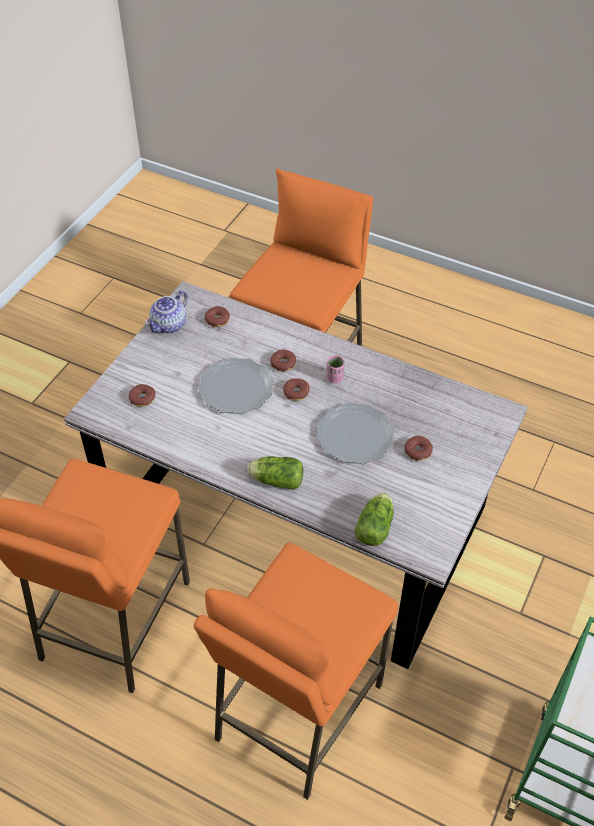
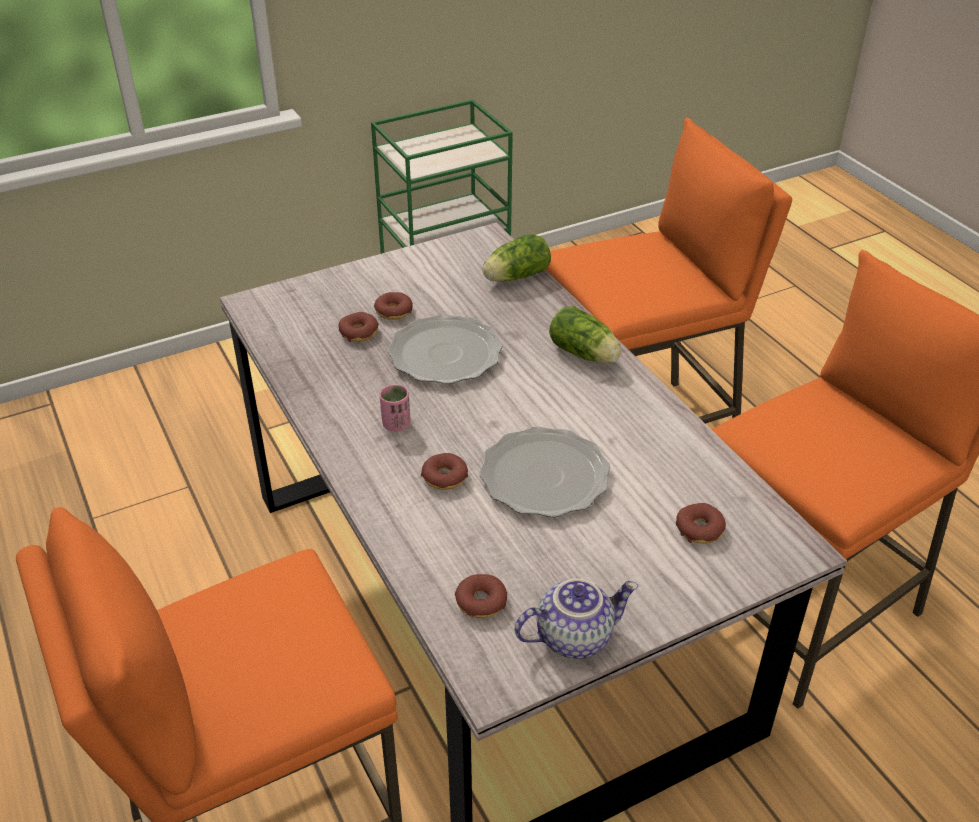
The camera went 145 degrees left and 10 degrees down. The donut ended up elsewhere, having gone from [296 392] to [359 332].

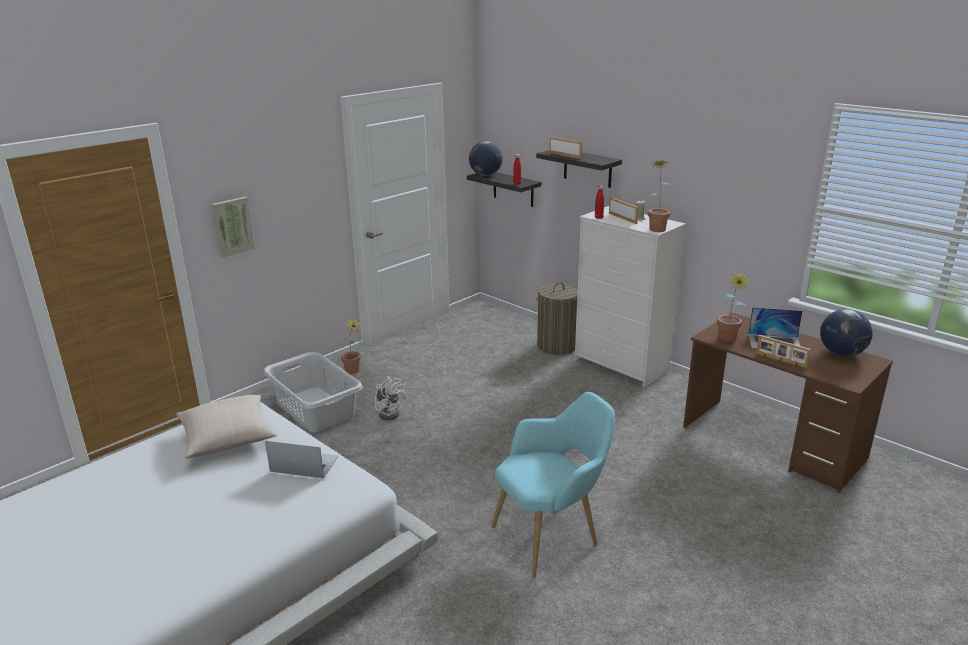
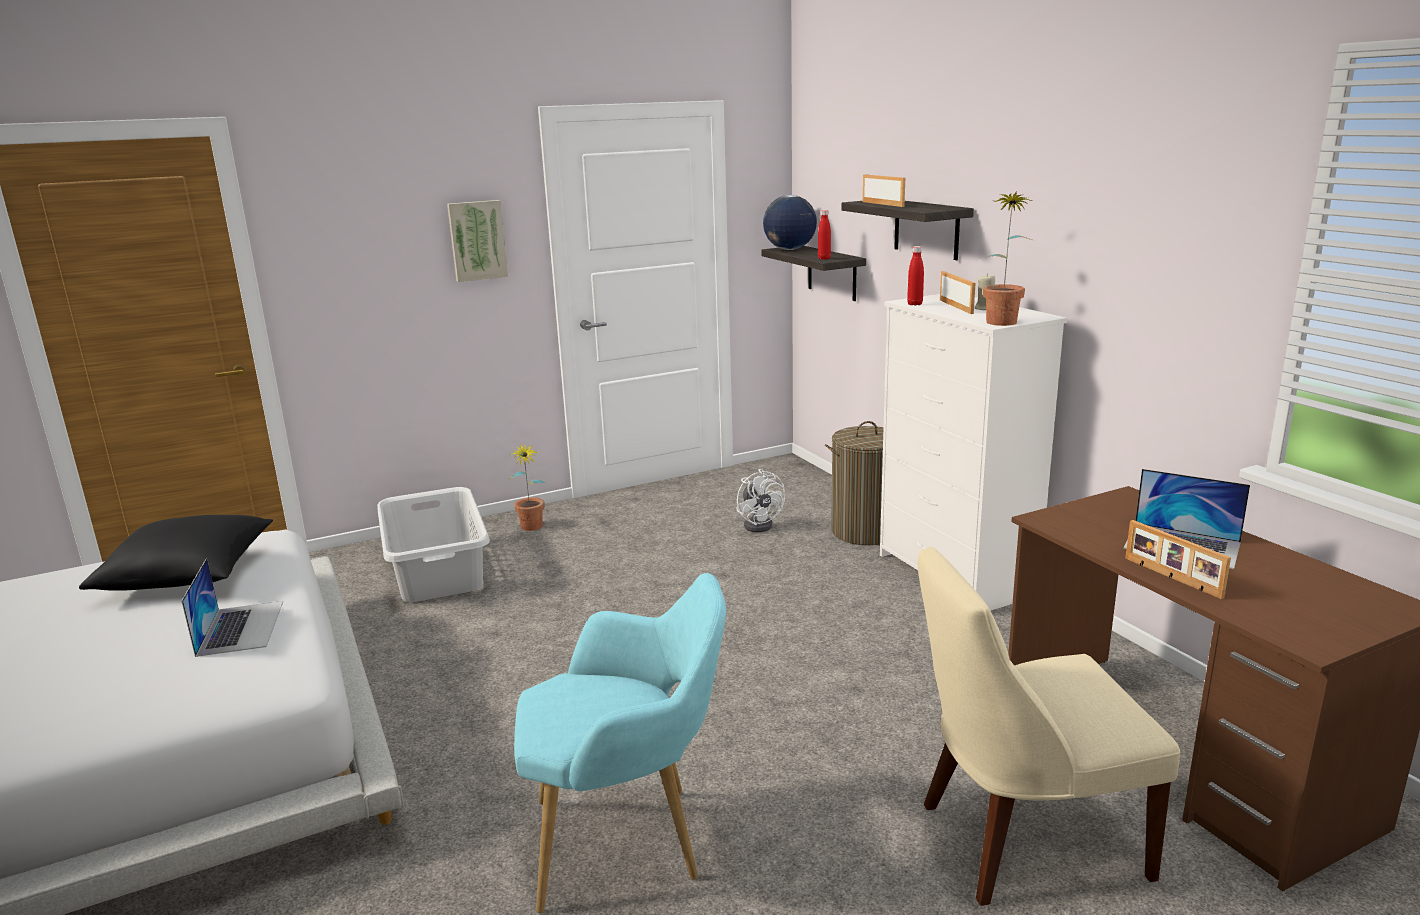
The camera went 20 degrees right and 5 degrees down. The second view lost the roślina doniczkowa at [727 340]. The second view lost the globus at [842 353]. The second view gained the krzesło [beżowy] at [1022 840]. The obraz ended up elsewhere, having gone from [232 226] to [477 240]. The wentylator [biały] ended up elsewhere, having gone from [390 413] to [760 524]. What was the poduszka [beżowy] at [227 438] turned into the poduszka [czarny] at [188 575]. The laptop at [304 463] ended up facing another way, 45 degrees clockwise from before.

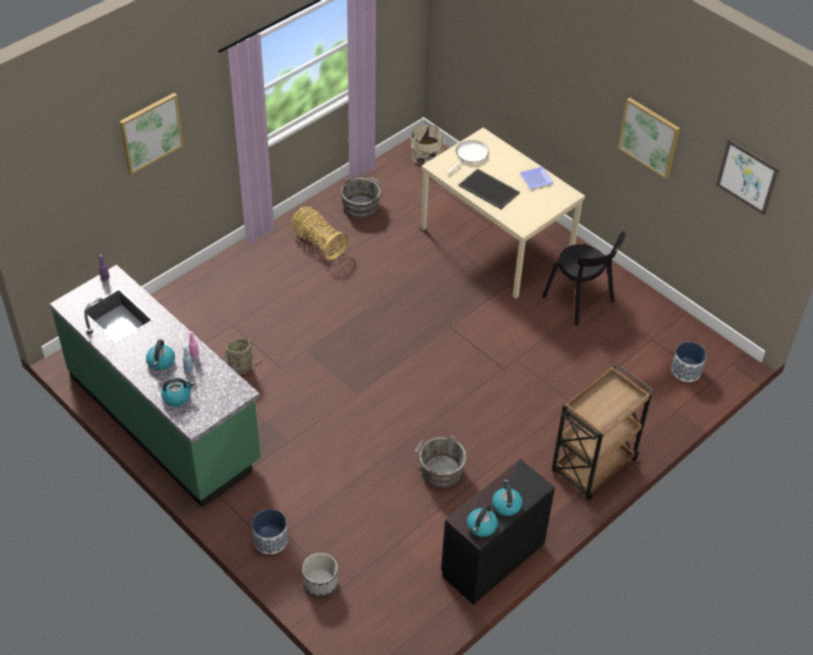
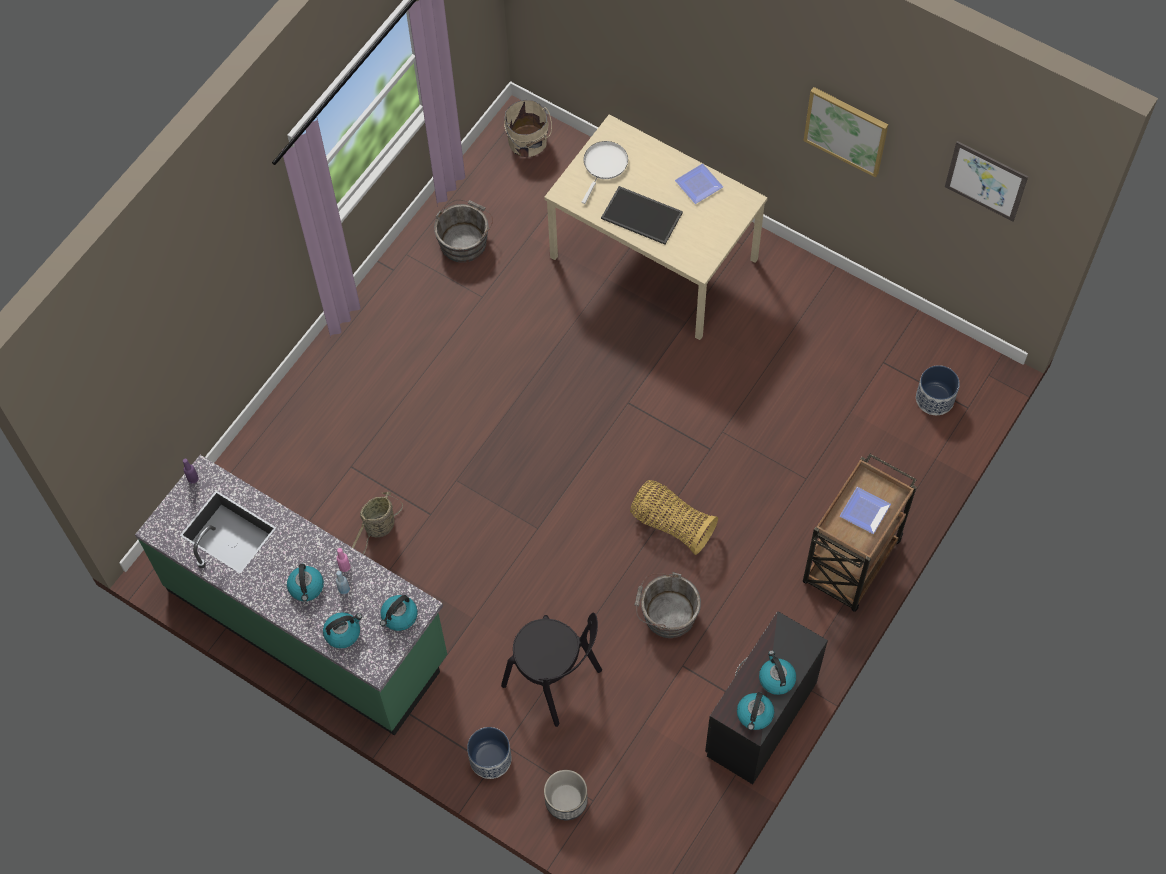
The camera went 10 degrees left and 15 degrees up. The second view lost the obraz at [151 132]. The second view gained the czajnik at [399 616]. The second view gained the talerz at [863 512]. The koszyk ended up elsewhere, having gone from [318 242] to [671 524]. The krzesło [czarny] ended up elsewhere, having gone from [580 301] to [555 681].

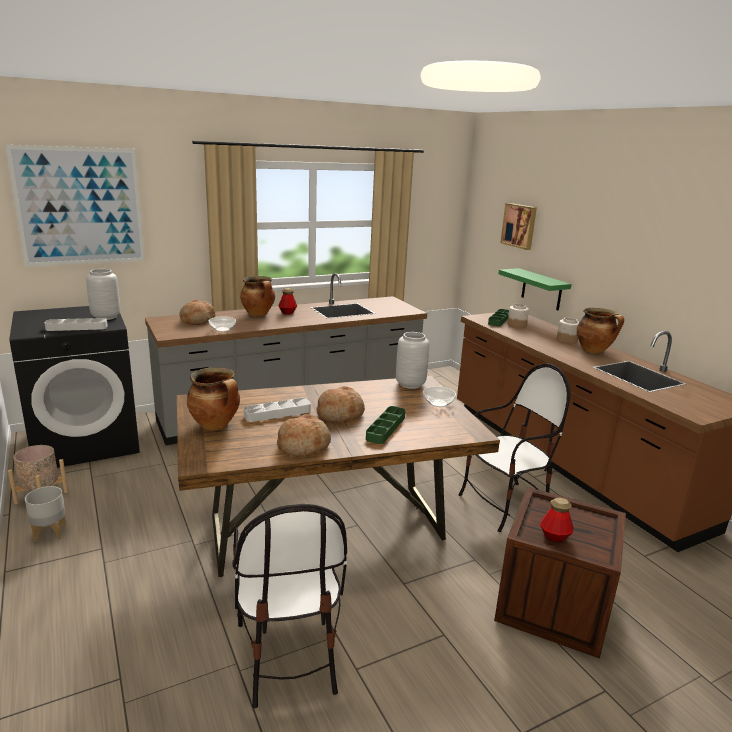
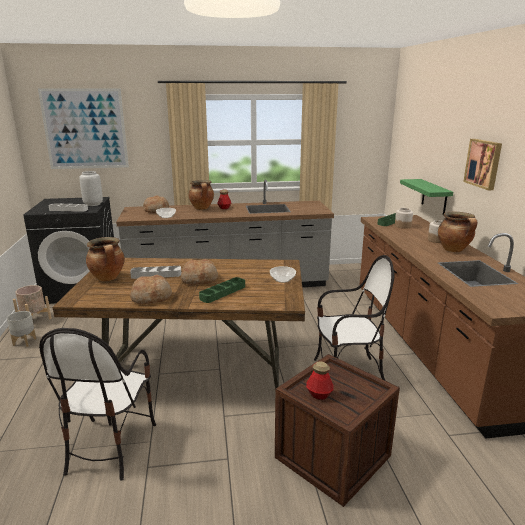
The camera went 20 degrees right and 0 degrees up. The second view lost the wazon [szary] at [411 384]. The obraz ended up elsewhere, having gone from [519 226] to [484 163].

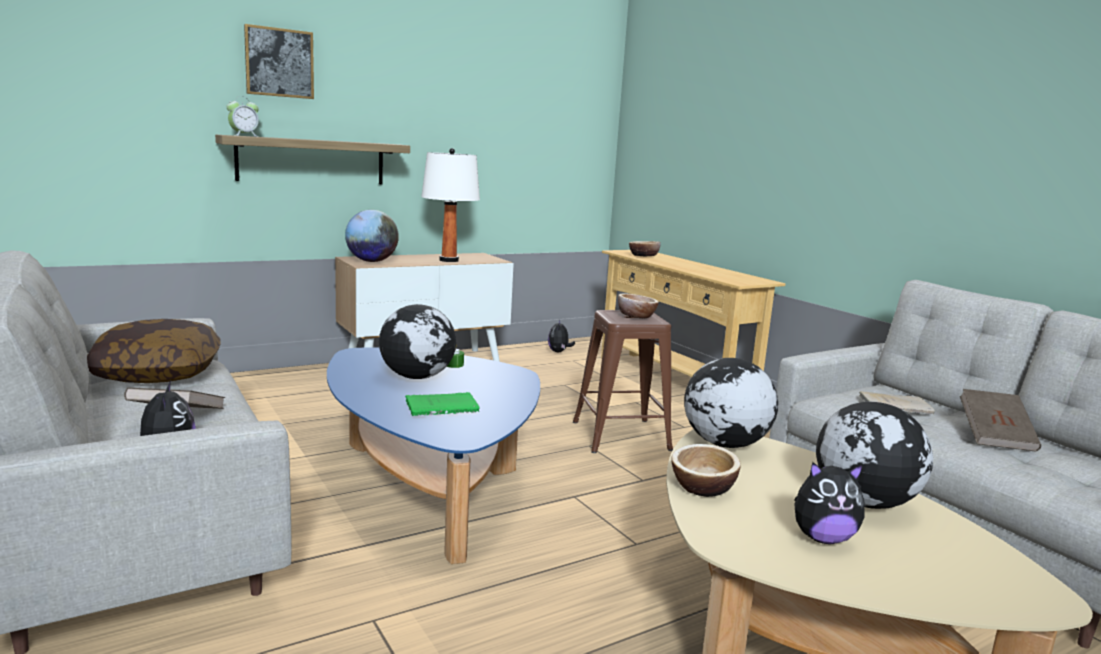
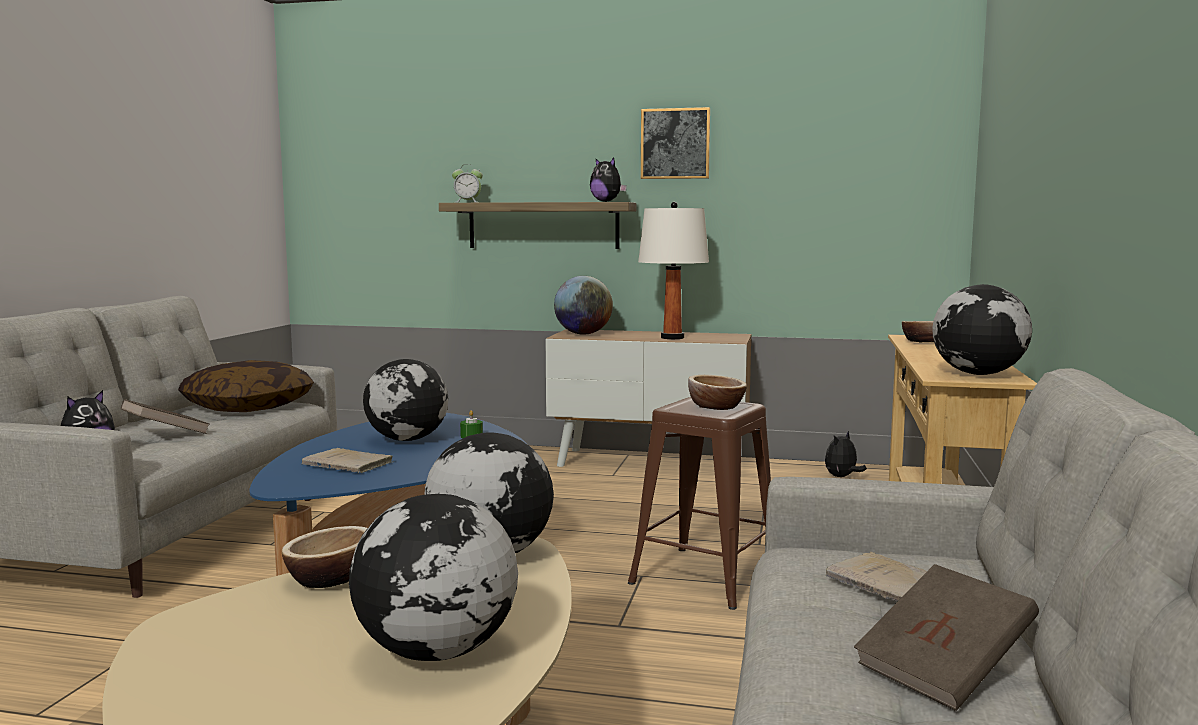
The camera went 45 degrees right and 5 degrees down. The second view gained the globus at [978 374]. The obraz ended up elsewhere, having gone from [279 62] to [675 143]. The pluszak ended up elsewhere, having gone from [822 538] to [607 201]. What was the książka [zielony] at [444 407] turned into the książka [beżowy] at [349 464].

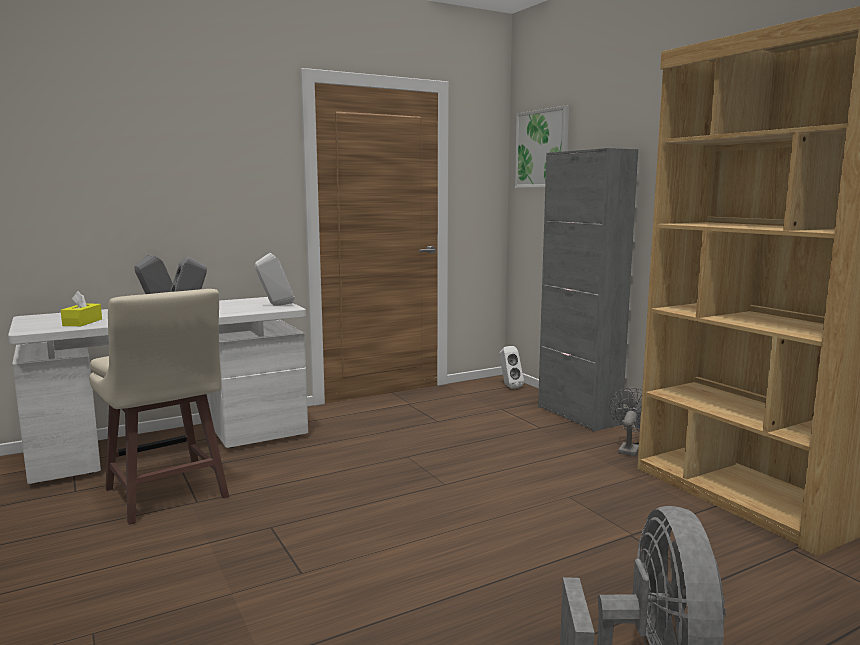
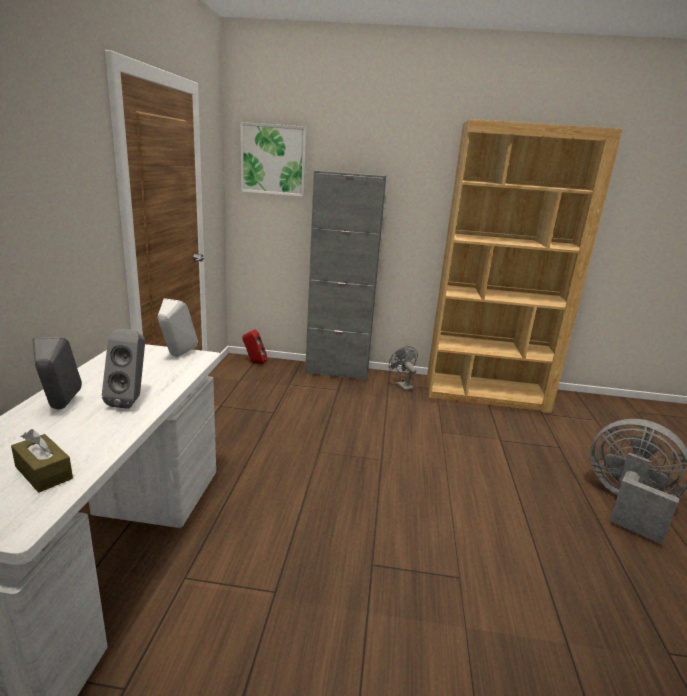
The camera went 55 degrees left and 10 degrees up. The second view lost the stołek [beżowy] at [166 495]. What was the pudełko chusteczek [żółty] at [82 322] turned into the pudełko chusteczek [brązowy] at [43 472]. What was the głośnik [biały] at [509 386] turned into the głośnik [czerwony] at [254 362].

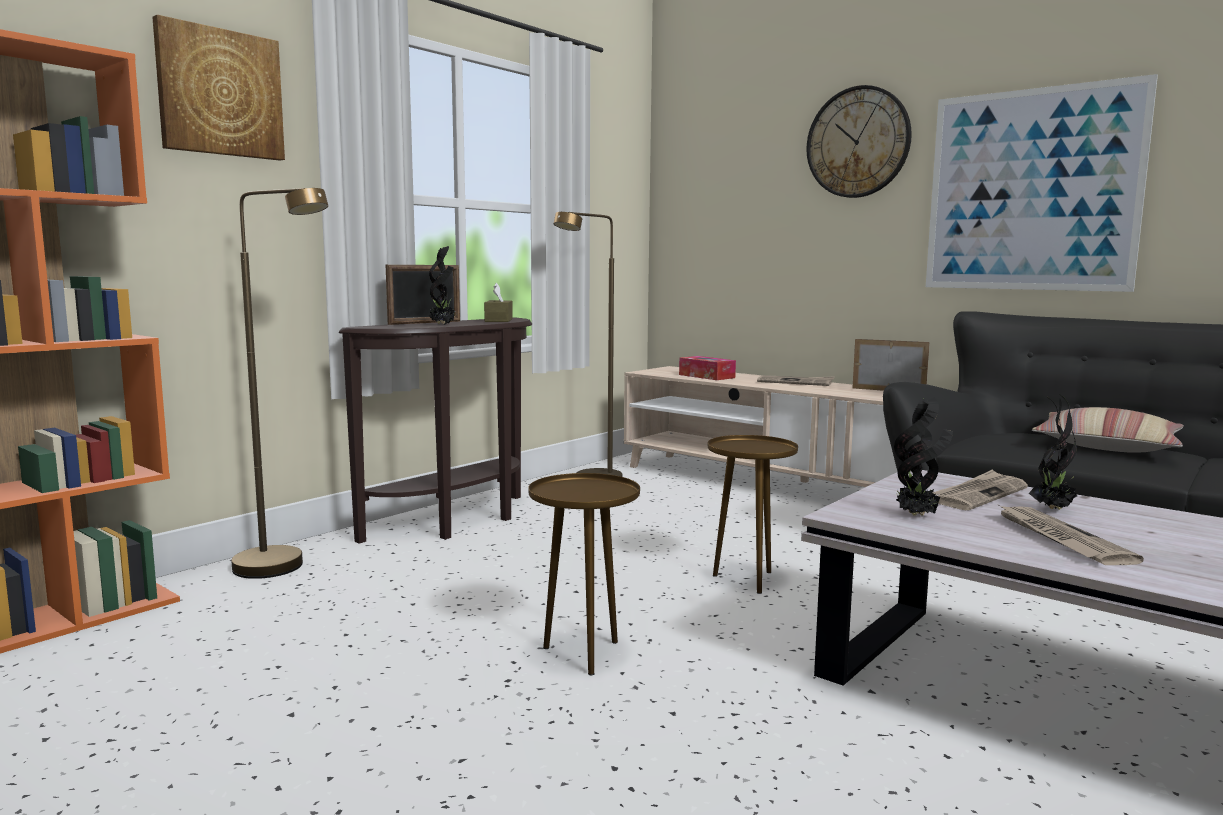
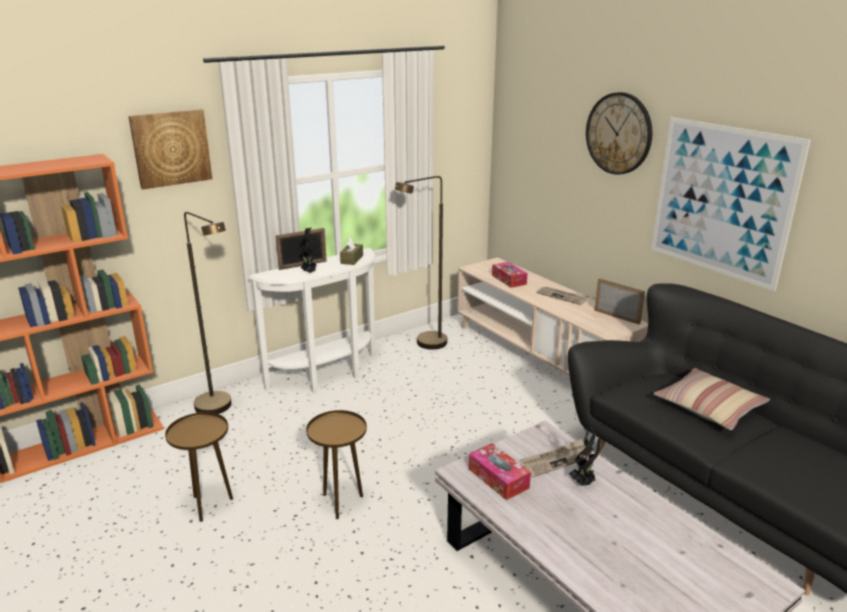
The camera went 15 degrees right and 15 degrees up. The second view lost the gazeta at [1059 538]. The stolik [brązowy] ended up elsewhere, having gone from [747 580] to [209 505]. Where the roślina doniczkowa stood at [917 515], the pudełko chusteczek came to stand at [498 478]. What was the stolik konsolowy [brązowy] at [460 522] turned into the stolik konsolowy [biały] at [328 376].

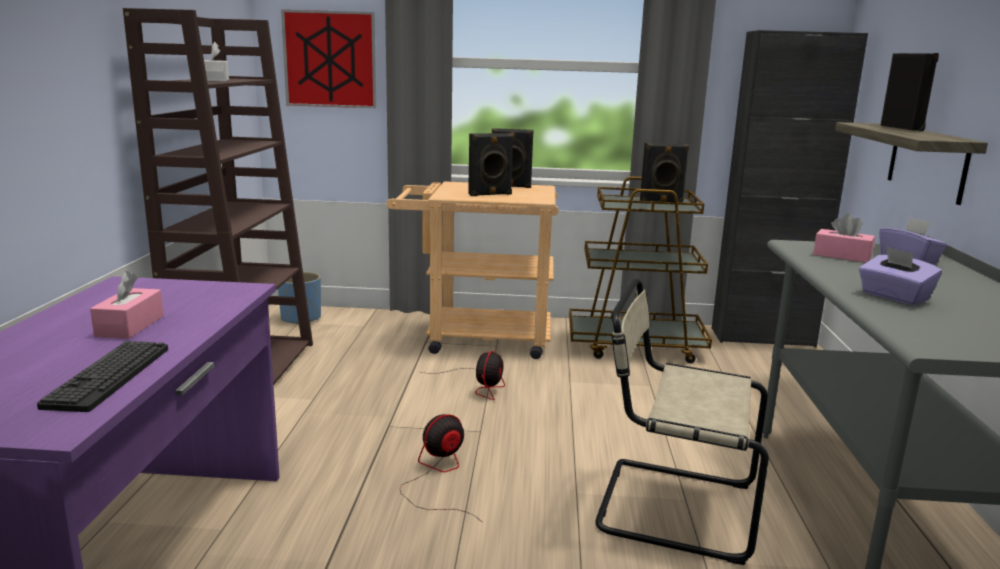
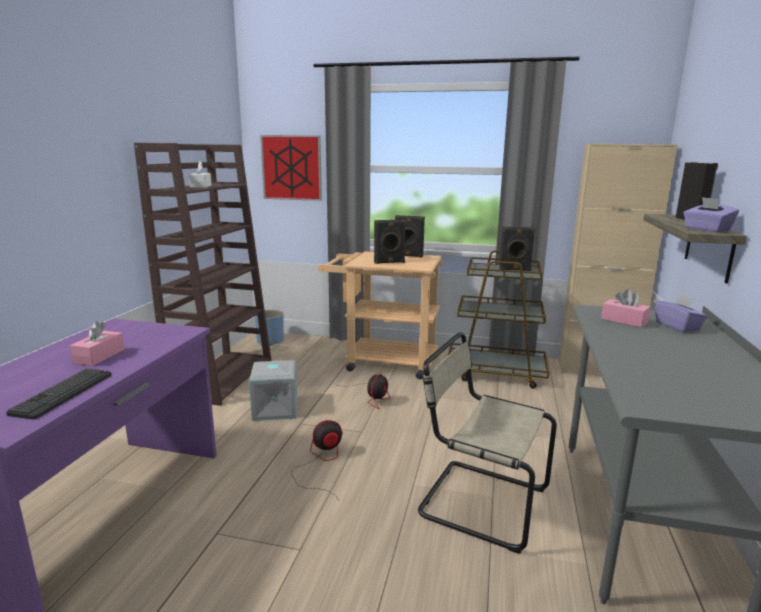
The camera went 10 degrees right and 0 degrees up. The second view gained the pojemnik do przechowywania [szary] at [274 409]. The pudełko chusteczek [fioletowy] ended up elsewhere, having gone from [893 297] to [706 229]. What was the szafka [czarny] at [762 337] turned into the szafka [beżowy] at [596 370].

